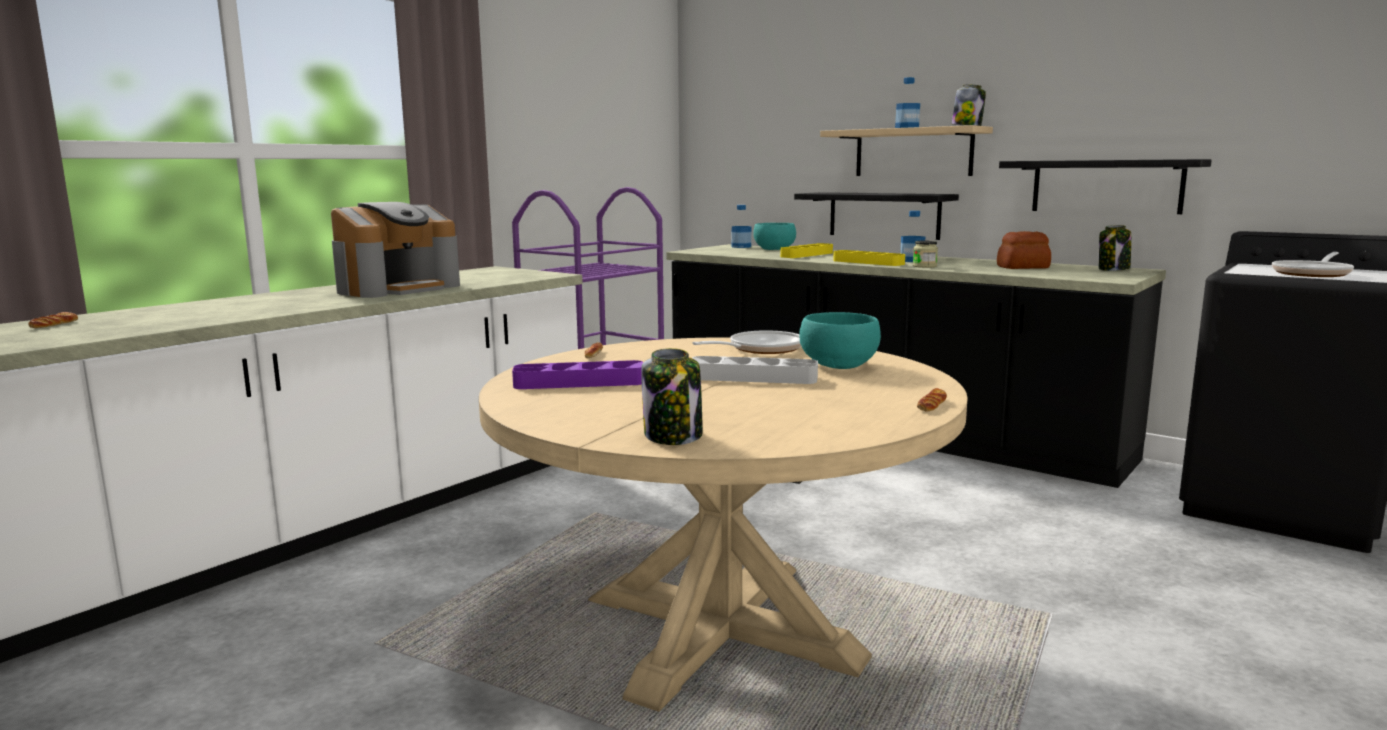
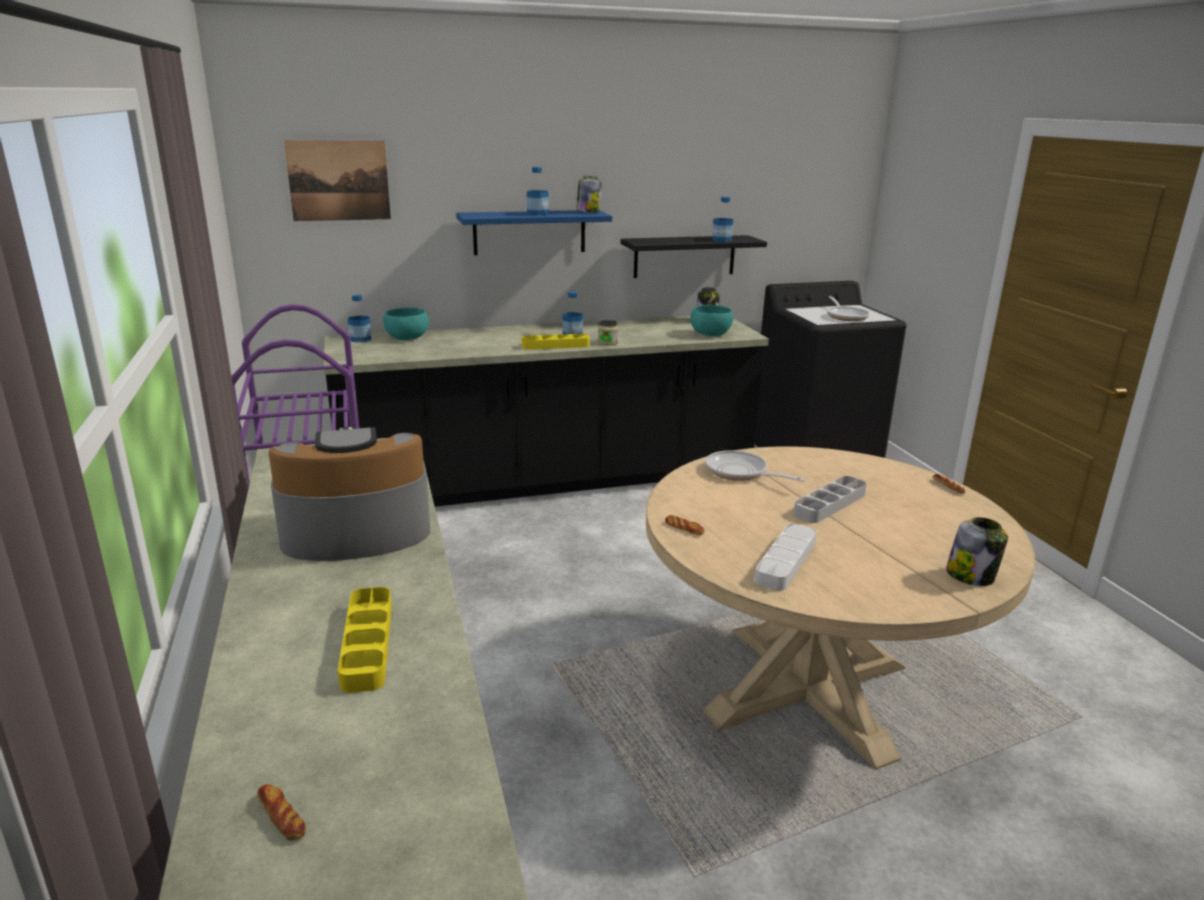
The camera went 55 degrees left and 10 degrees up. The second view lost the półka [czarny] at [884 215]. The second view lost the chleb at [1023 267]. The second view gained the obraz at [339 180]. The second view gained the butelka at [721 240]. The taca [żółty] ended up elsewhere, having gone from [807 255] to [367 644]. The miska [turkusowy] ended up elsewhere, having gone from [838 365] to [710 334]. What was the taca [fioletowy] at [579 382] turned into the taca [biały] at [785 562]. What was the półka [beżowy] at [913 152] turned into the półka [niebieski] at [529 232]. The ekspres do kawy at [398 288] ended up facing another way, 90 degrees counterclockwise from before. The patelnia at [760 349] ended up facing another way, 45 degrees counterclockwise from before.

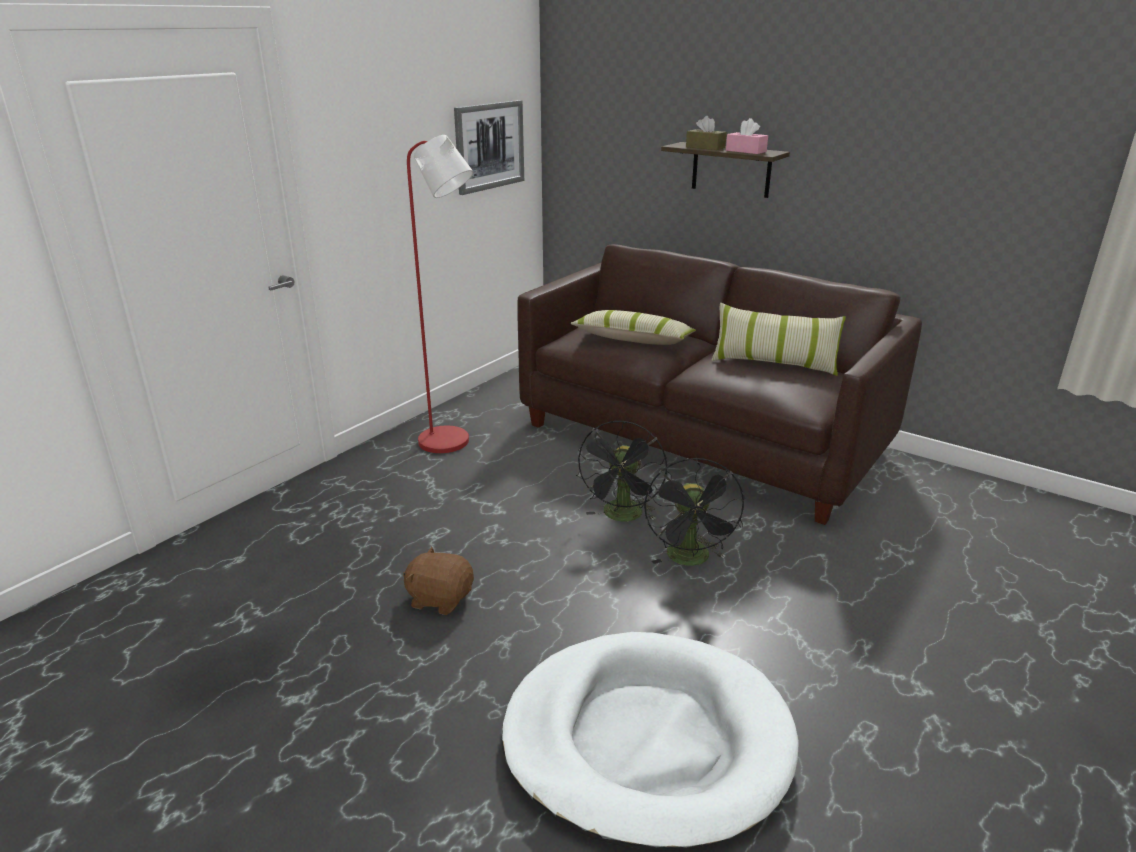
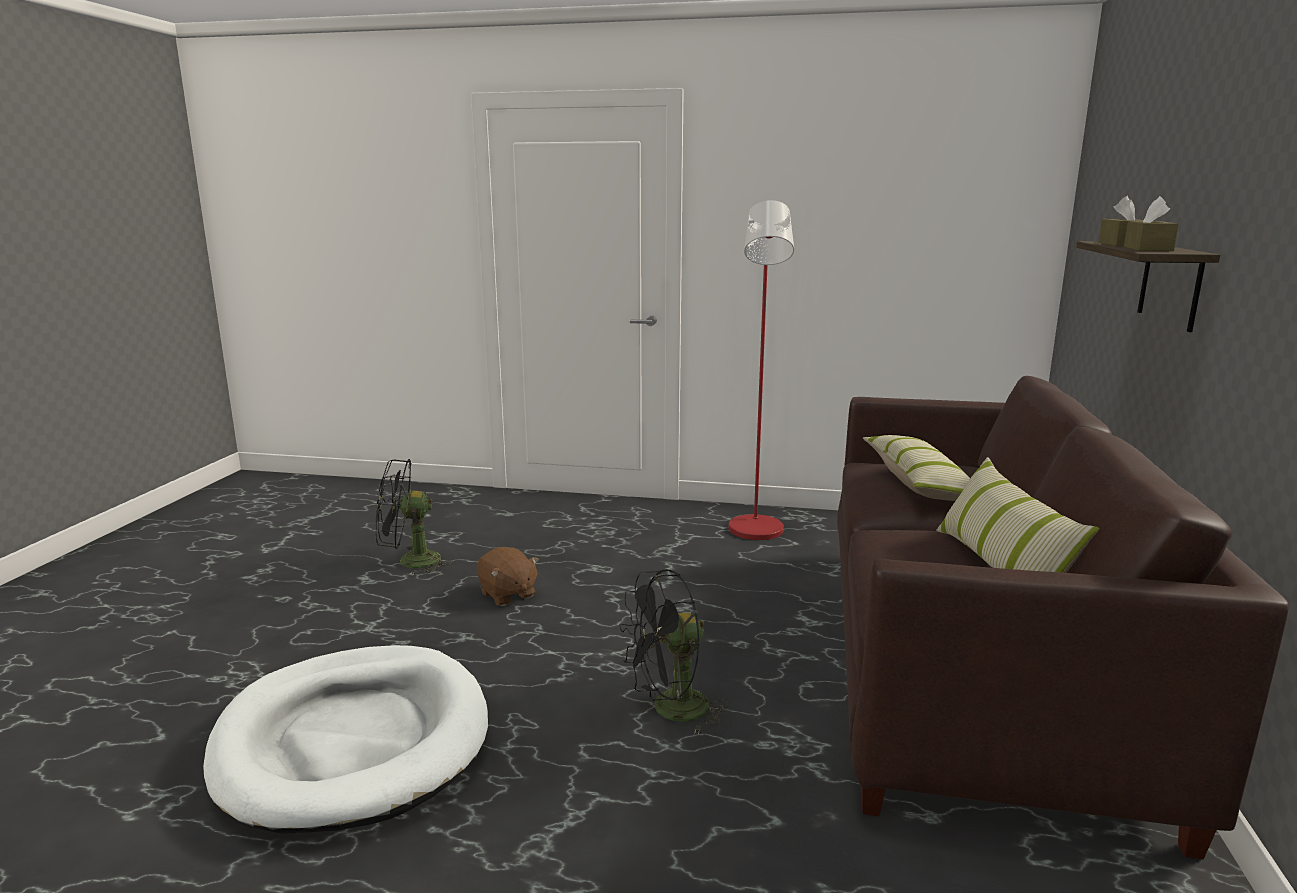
The camera went 65 degrees right and 10 degrees down. The second view lost the obraz at [489 146]. The wentylator [czarny] ended up elsewhere, having gone from [622 517] to [410 562]. What was the pudełko chusteczek [różowy] at [746 151] turned into the pudełko chusteczek [brązowy] at [1147 249]. The pluszak [brązowy] at [440 598] ended up facing another way, 150 degrees clockwise from before.

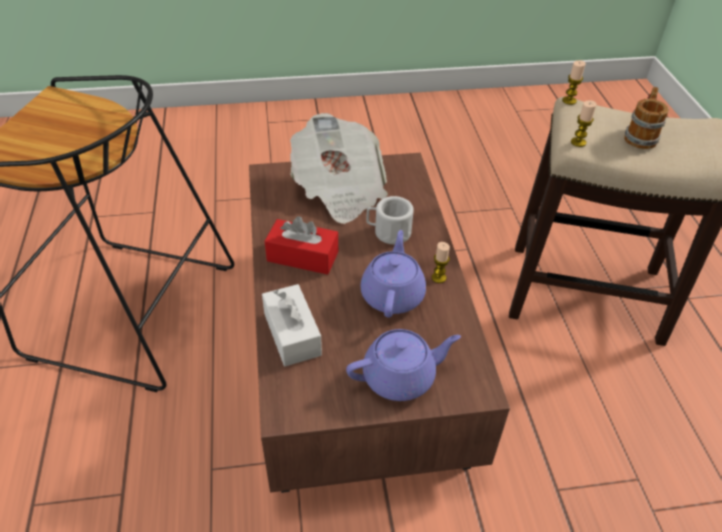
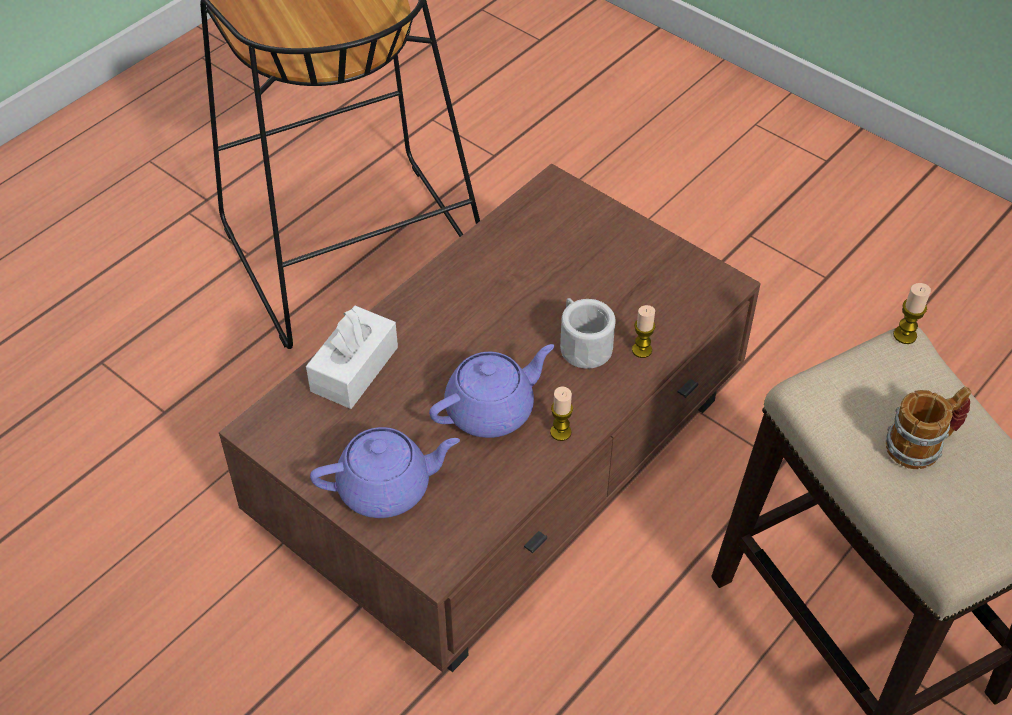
The camera went 50 degrees right and 5 degrees up. The second view lost the pudełko chusteczek [czerwony] at [302 256]. The second view lost the gazeta at [339 190]. The świeca ended up elsewhere, having gone from [578 142] to [642 350]. The imbryk [fioletowy] at [400 377] ended up facing another way, 45 degrees counterclockwise from before.

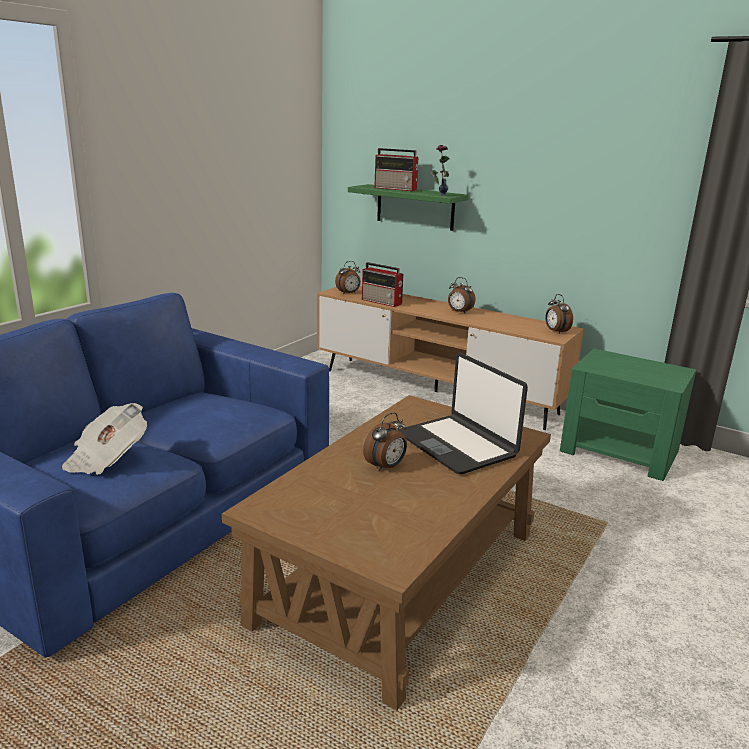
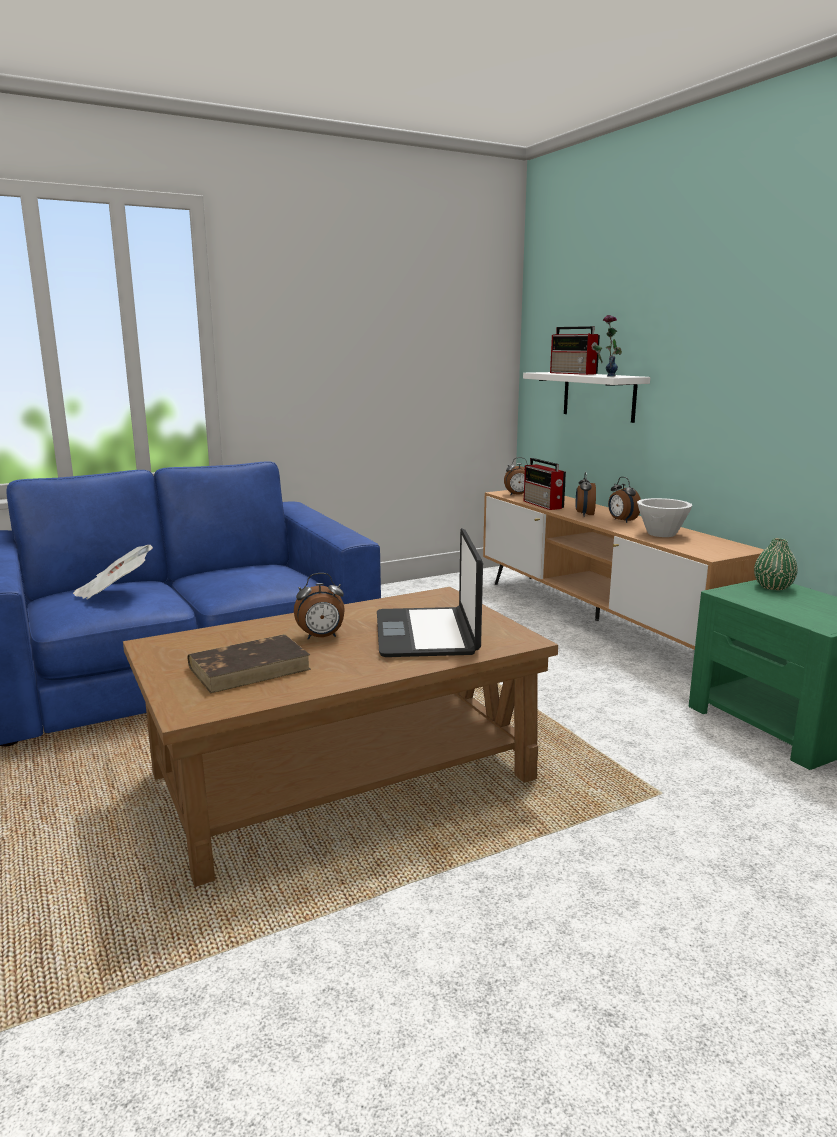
The camera went 30 degrees right and 5 degrees down. The second view gained the książka [brązowy] at [250 668]. The second view gained the miska [biały] at [662 534]. The second view gained the wazon [zielony] at [773 587]. The budzik ended up elsewhere, having gone from [555 331] to [584 514]. What was the półka [zielony] at [415 207] turned into the półka [biały] at [599 396].

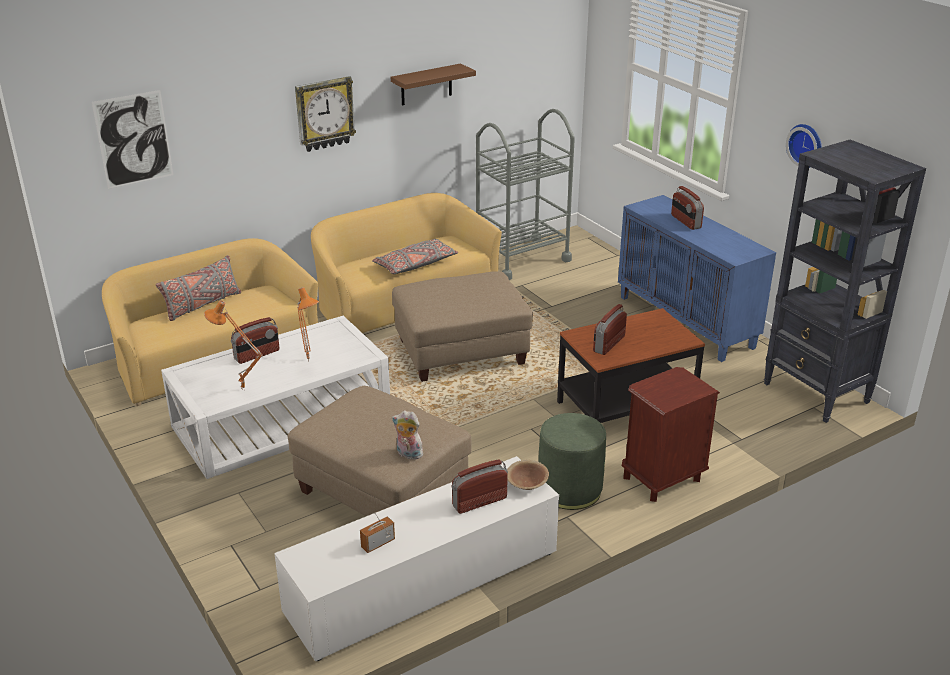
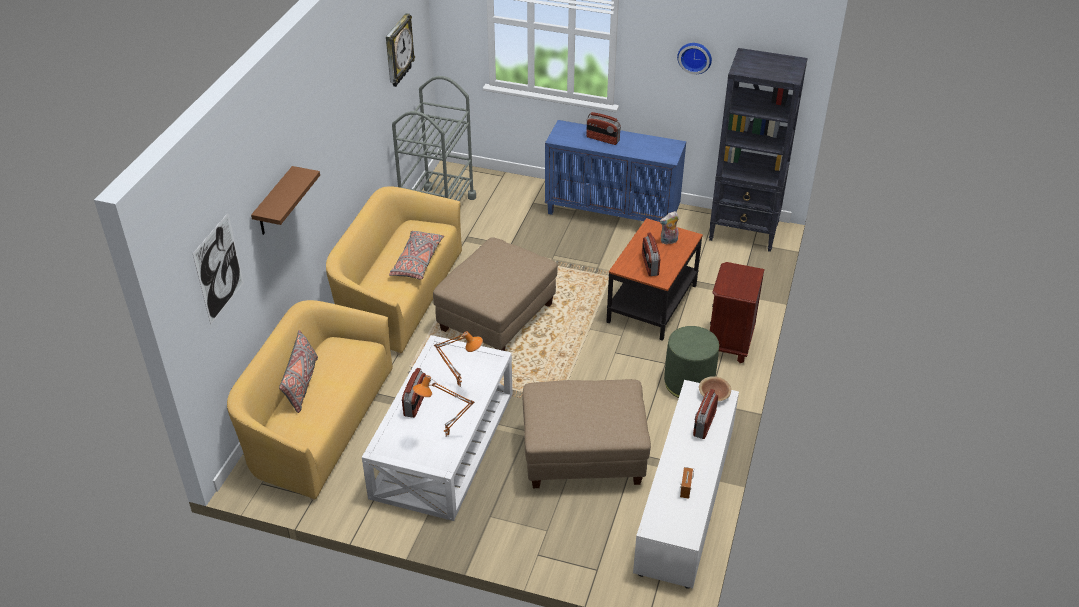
The camera went 40 degrees left and 10 degrees up. The zegar ścienny ended up elsewhere, having gone from [324 114] to [397 51]. The półka [brązowy] ended up elsewhere, having gone from [426 85] to [274 203]. The pluszak ended up elsewhere, having gone from [408 454] to [668 241].

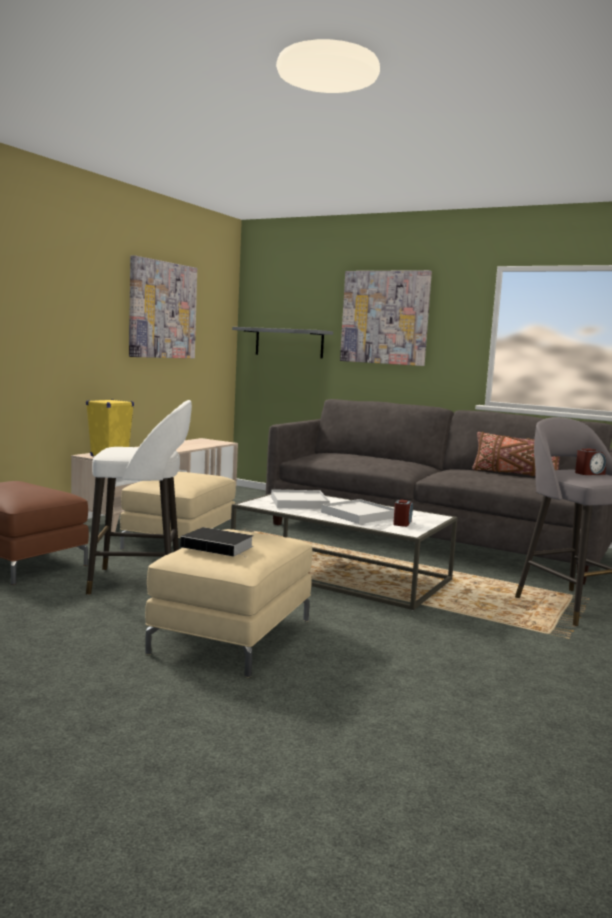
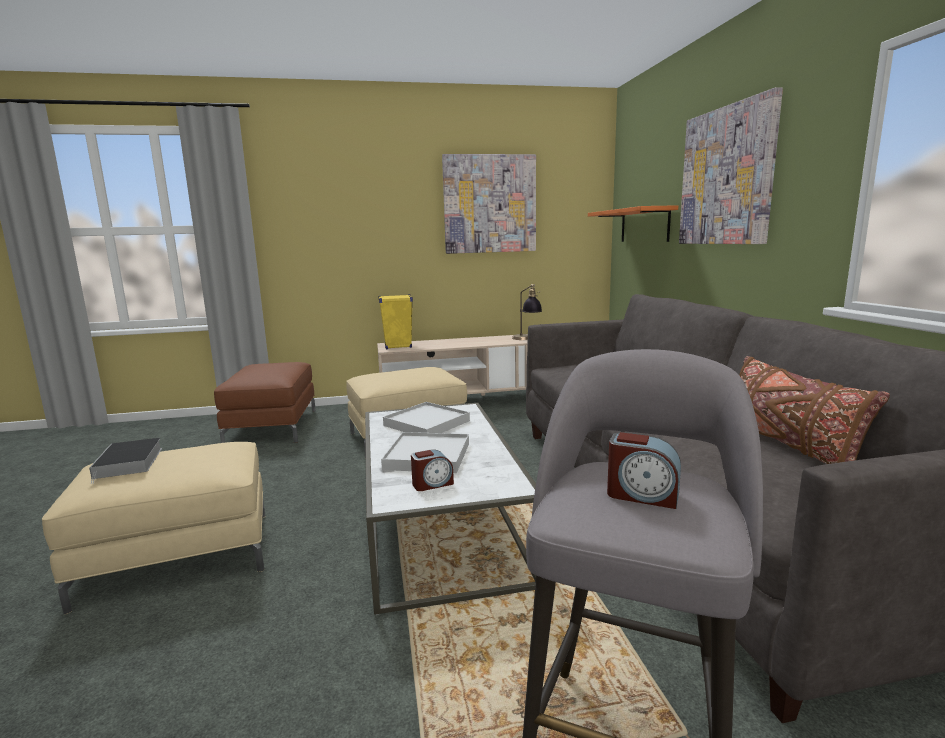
The camera went 50 degrees right and 5 degrees up. The second view lost the stołek [biały] at [139 582]. The second view gained the lampa stołowa at [526 339]. What was the półka [szary] at [289 343] turned into the półka [pomarańczowy] at [644 225].

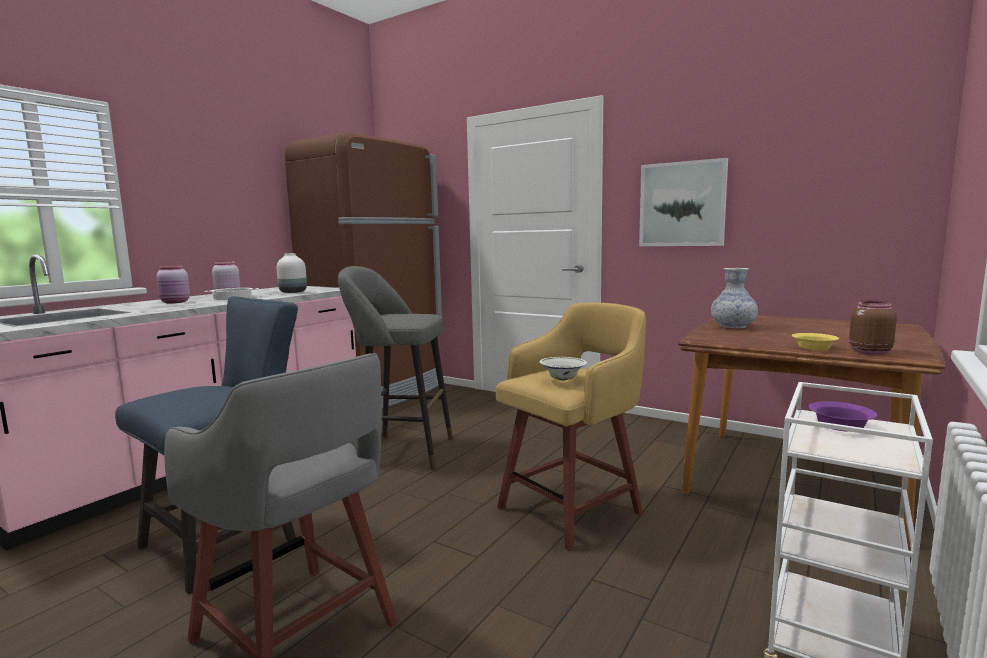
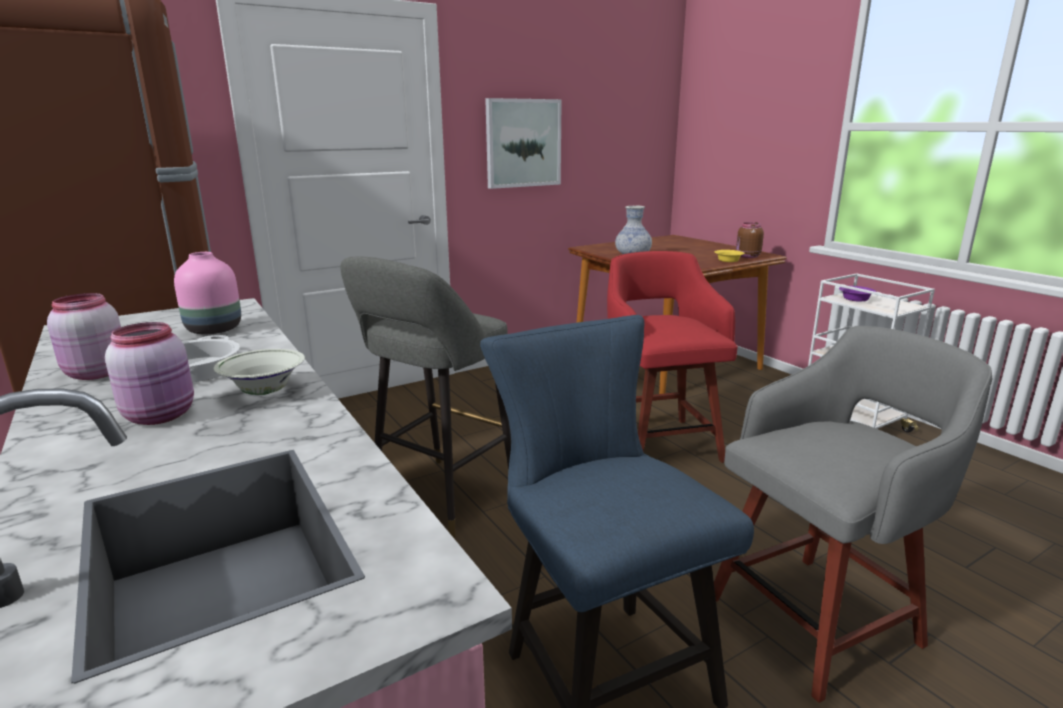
The camera went 65 degrees left and 10 degrees up. The miska [biały] ended up elsewhere, having gone from [562 379] to [264 392]. What was the wazon [biały] at [292 292] turned into the wazon [różowy] at [213 330]. What was the stołek [żółty] at [573 509] turned into the stołek [czerwony] at [659 442].

